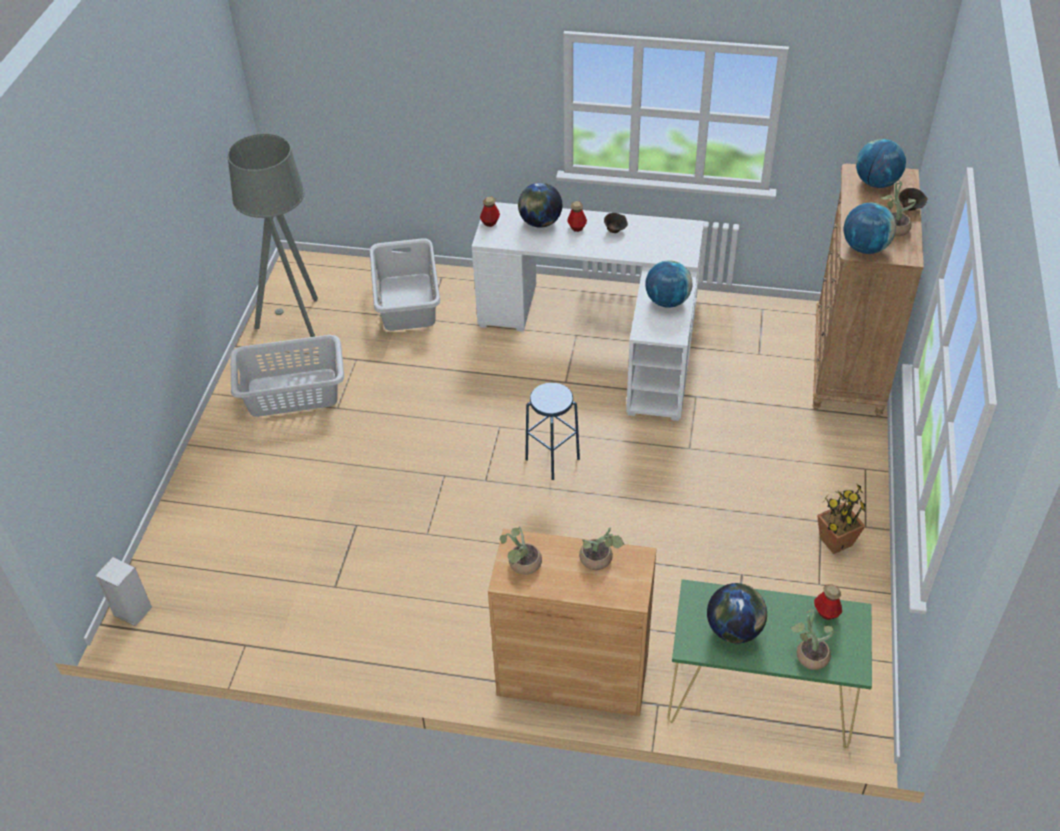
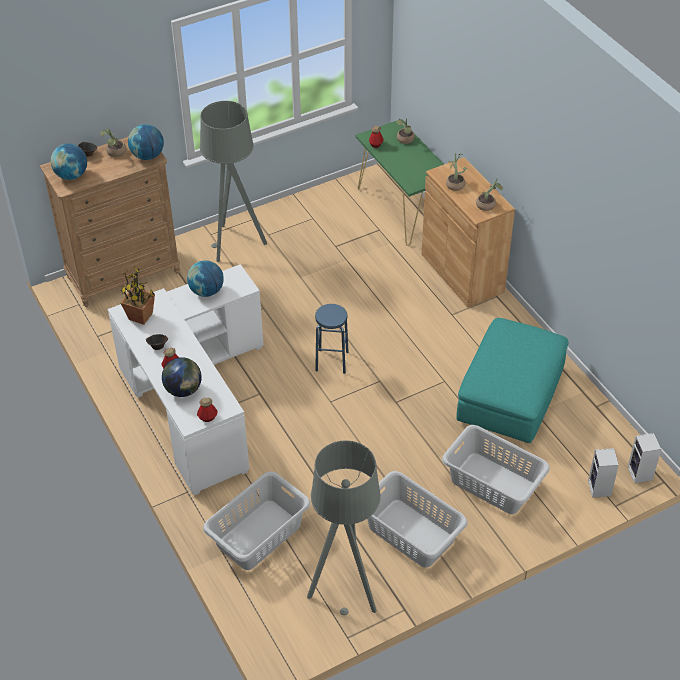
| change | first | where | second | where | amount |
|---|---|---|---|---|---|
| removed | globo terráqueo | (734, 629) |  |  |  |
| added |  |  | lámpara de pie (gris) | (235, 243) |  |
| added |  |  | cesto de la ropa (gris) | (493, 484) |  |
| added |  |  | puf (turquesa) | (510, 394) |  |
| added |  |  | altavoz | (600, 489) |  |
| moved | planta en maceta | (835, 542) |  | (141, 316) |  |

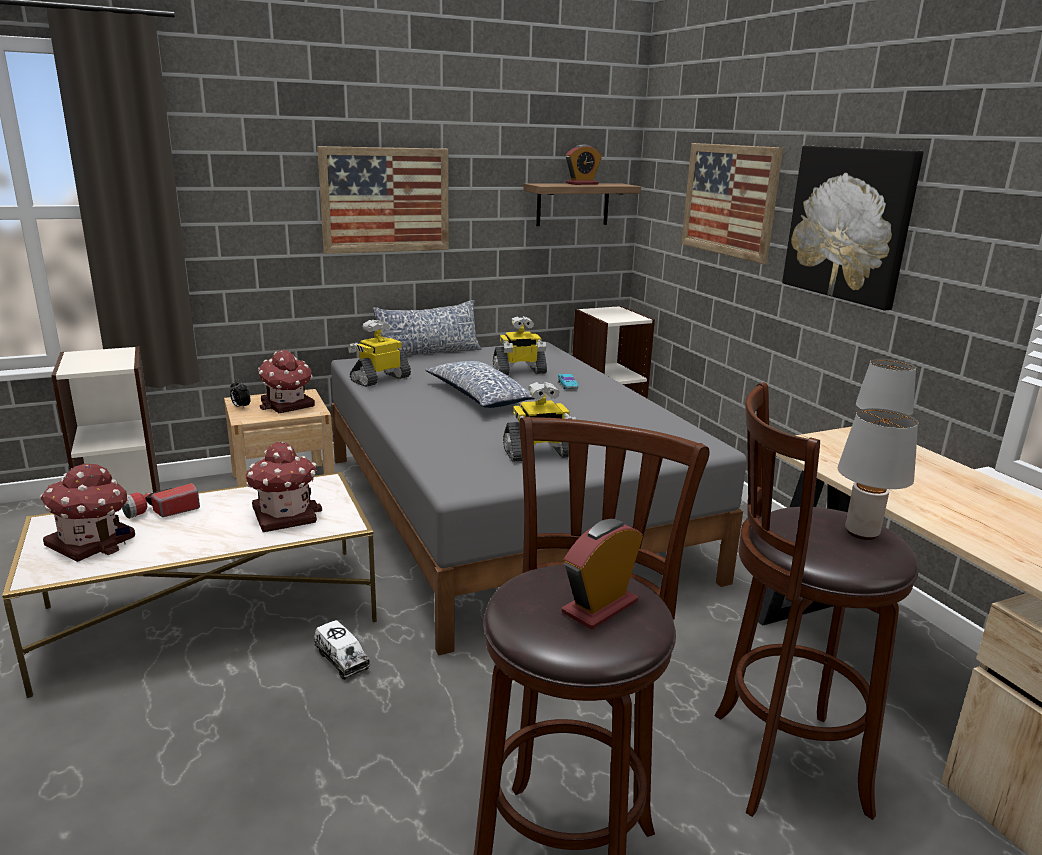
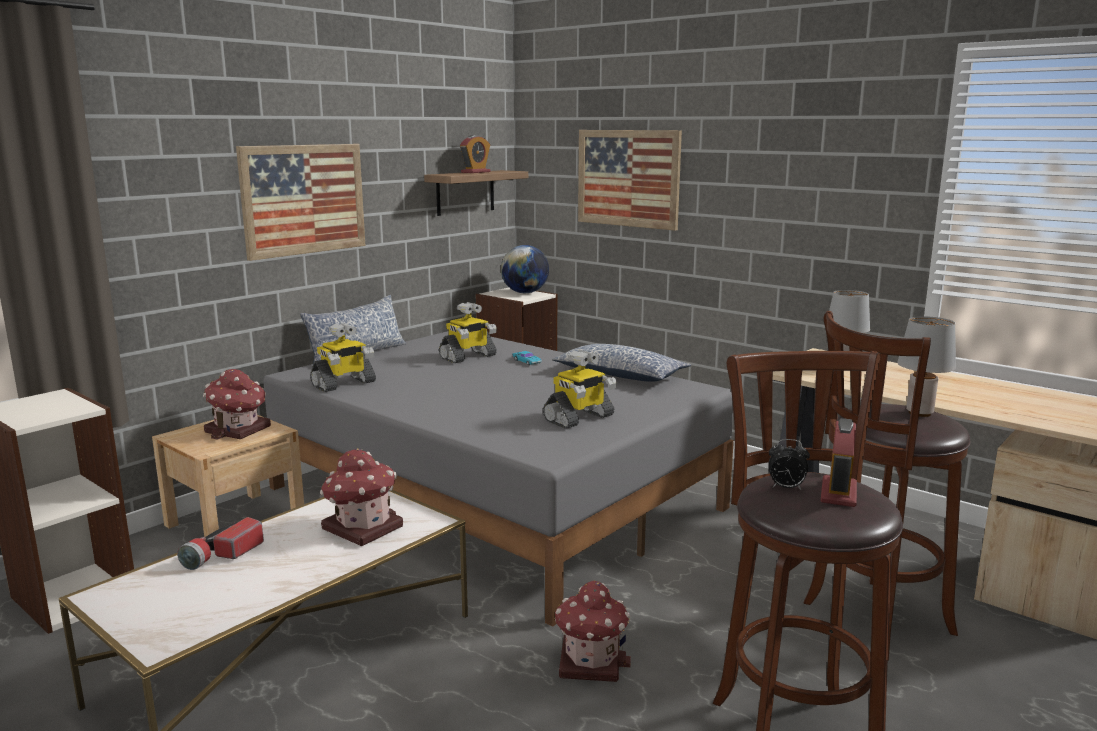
| change | first | where | second | where | amount |
|---|---|---|---|---|---|
| removed | camión de juguete | (342, 659) |  |  |  |
| removed | cuadro | (849, 224) |  |  |  |
| added |  |  | globo terráqueo | (525, 292) |  |
| moved | casita | (93, 541) |  | (590, 660) |  |
| moved | despertador | (240, 407) |  | (786, 488) |  |
| moved | cojín | (479, 397) |  | (619, 376) |  |
| turned | robot de juguete | (380, 379) |  | (344, 384) | 150 degrees counterclockwise |

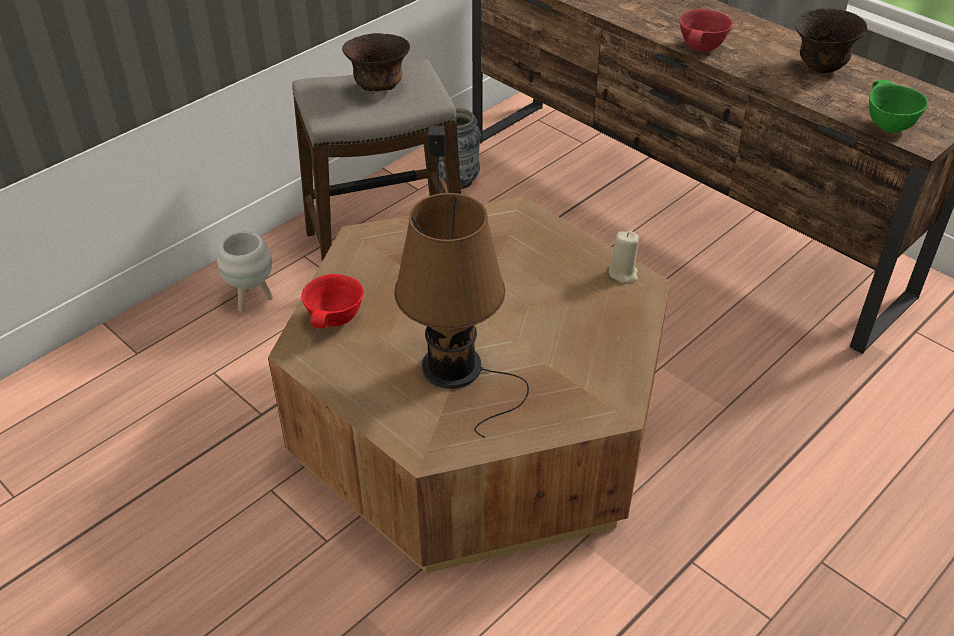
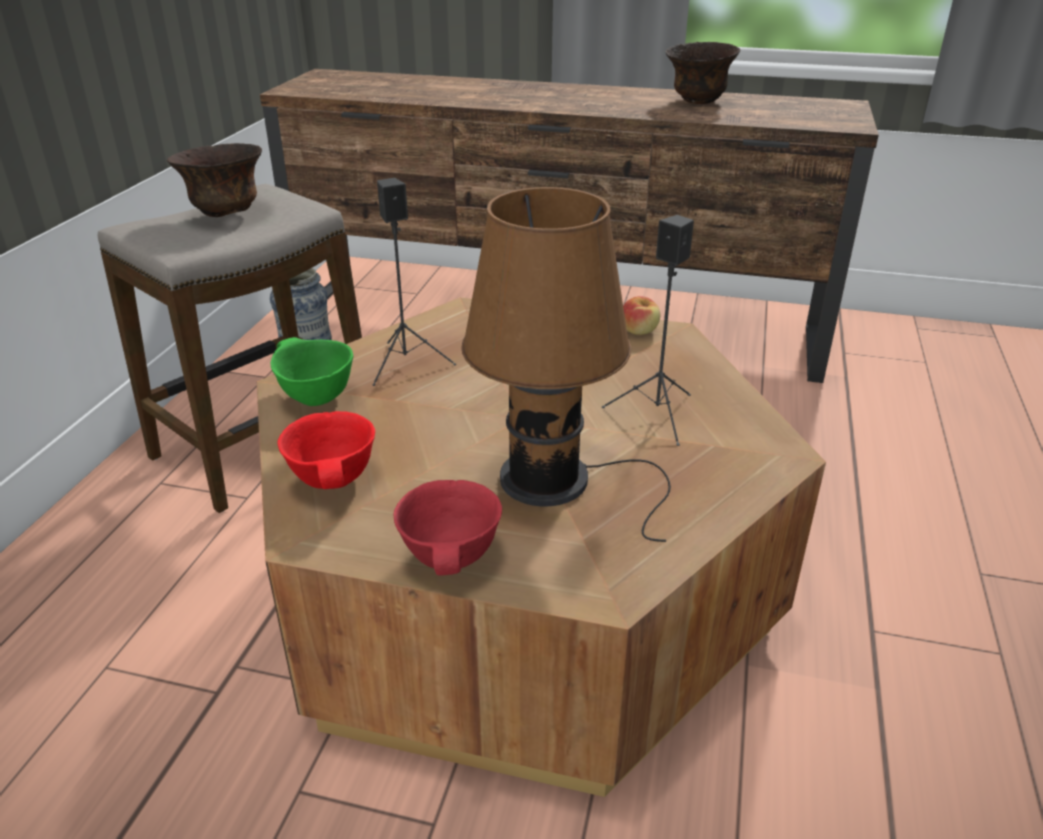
| change | first | where | second | where | amount |
|---|---|---|---|---|---|
| removed | maceta (blanco) | (252, 299) |  |  |  |
| added |  |  | altavoz (negro) | (657, 415) |  |
| moved | cuenco (rojo) | (702, 48) |  | (452, 559) |  |
| moved | cuenco (verde) | (887, 126) |  | (314, 397) |  |
| replaced | vela (beis) | (623, 273) | manzana | (639, 330) |  |

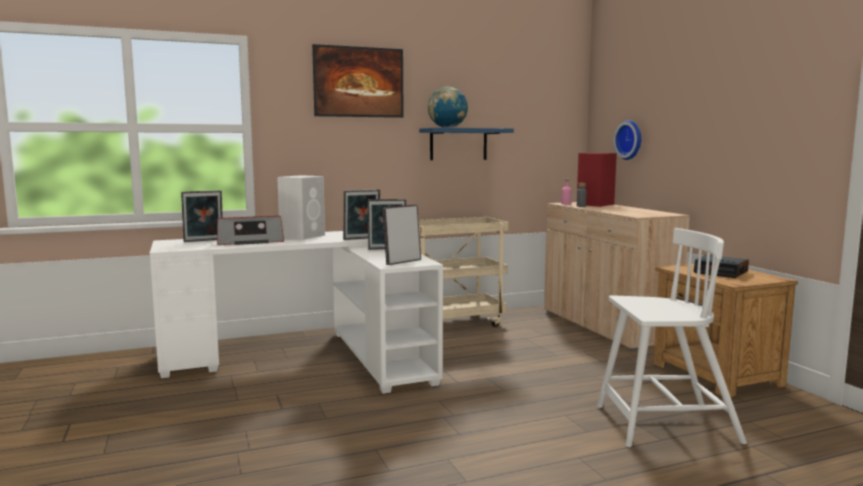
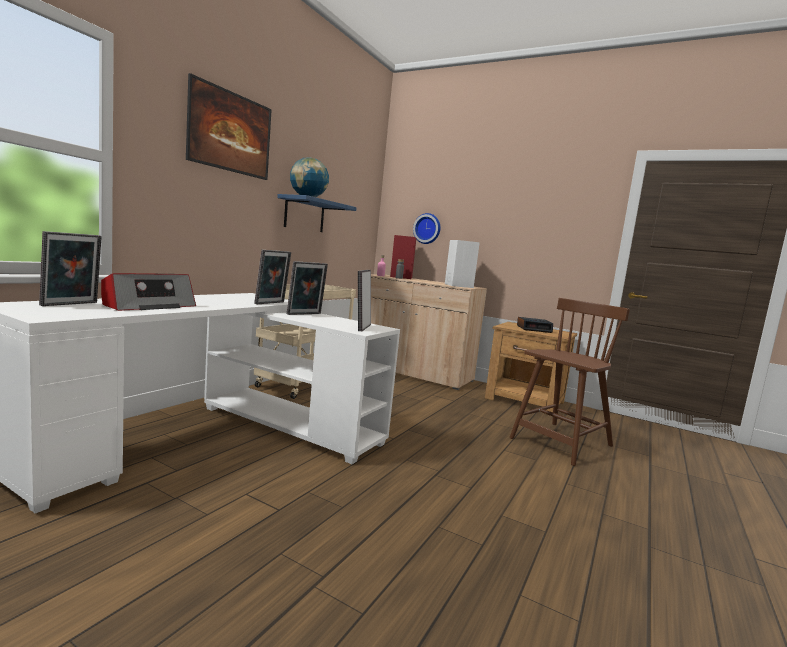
| change | first | where | second | where | amount |
|---|---|---|---|---|---|
| moved | altavoz (blanco) | (303, 236) |  | (458, 285) |  |
| recoloured | silla (blanco) | (664, 425) | silla (marrón) | (561, 443) |  |

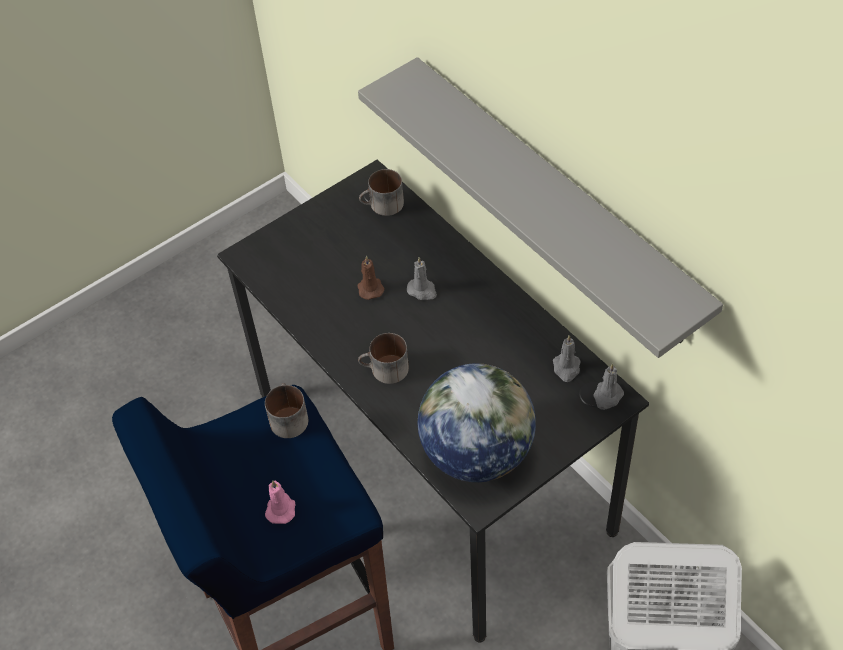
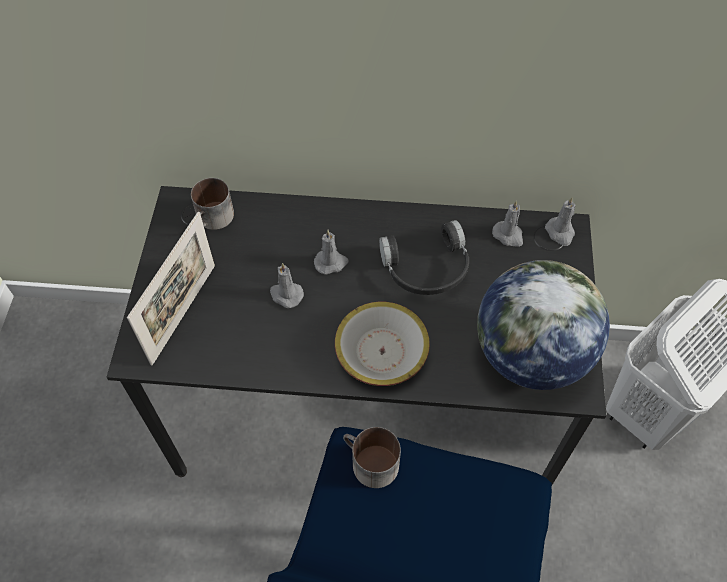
| change | first | where | second | where | amount |
|---|---|---|---|---|---|
| removed | vela (rosa) | (281, 508) |  |  |  |
| removed | estante (gris) | (555, 201) |  |  |  |
| added |  |  | portarretratos | (183, 313) |  |
| added |  |  | auriculares (negro) | (427, 269) |  |
| replaced | taza grande | (385, 370) | cuenco | (382, 352) |  |
| recoloured | vela (marrón) | (370, 288) | vela (gris) | (286, 295) |  |

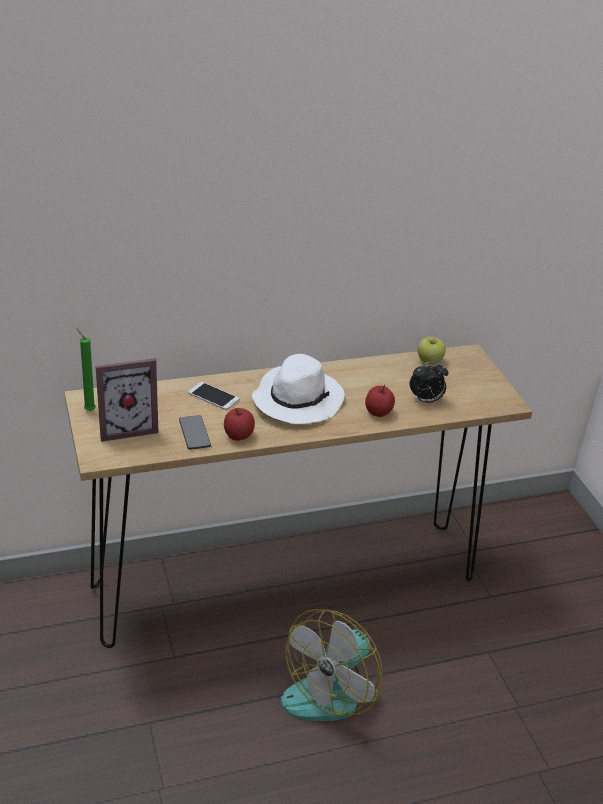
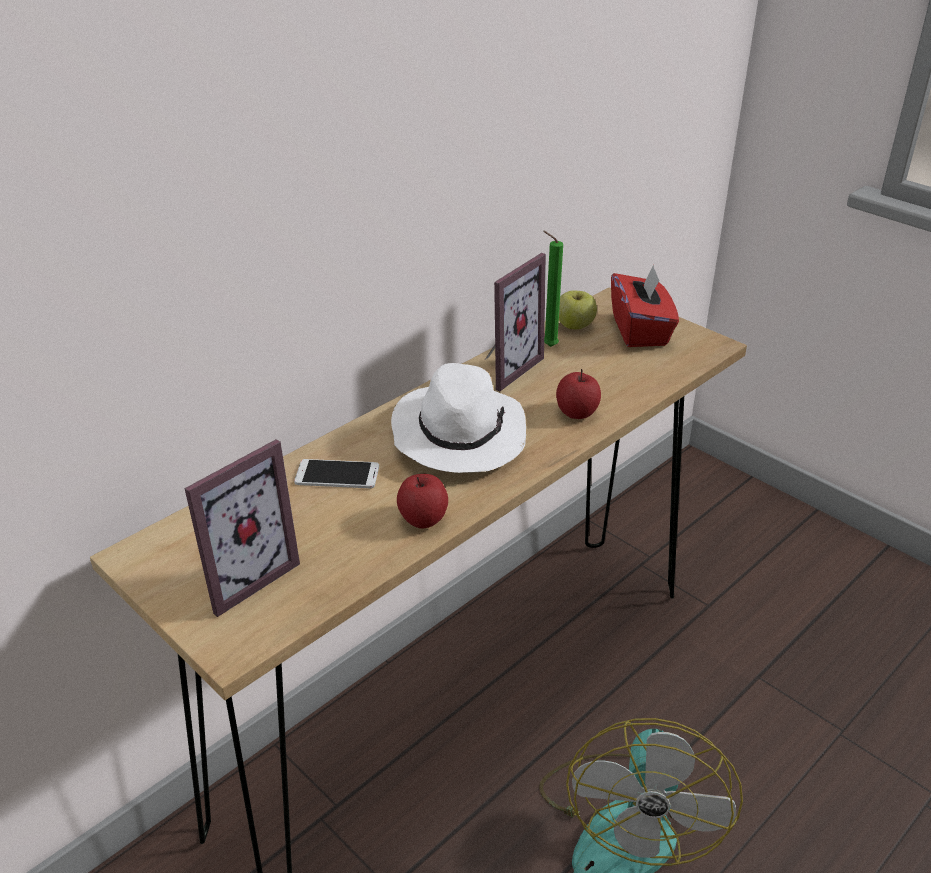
| change | first | where | second | where | amount |
|---|---|---|---|---|---|
| removed | móvil | (194, 433) |  |  |  |
| removed | despertador | (425, 401) |  |  |  |
| added |  |  | portarretratos | (504, 367) |  |
| added |  |  | caja de pañuelos (rojo) | (640, 330) |  |
| moved | vela (verde) | (88, 410) |  | (547, 346) |  |

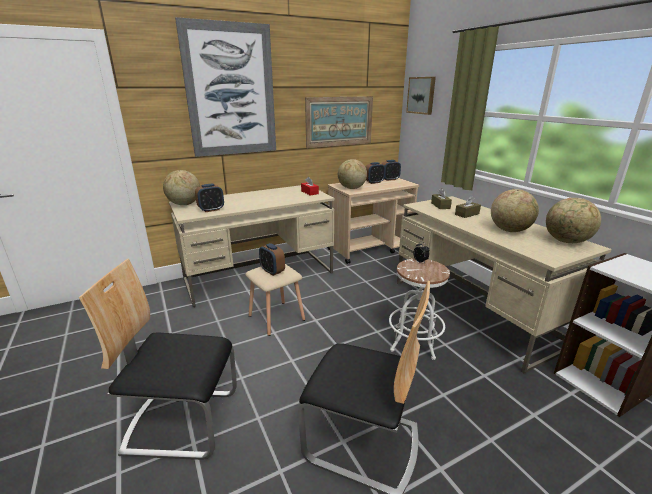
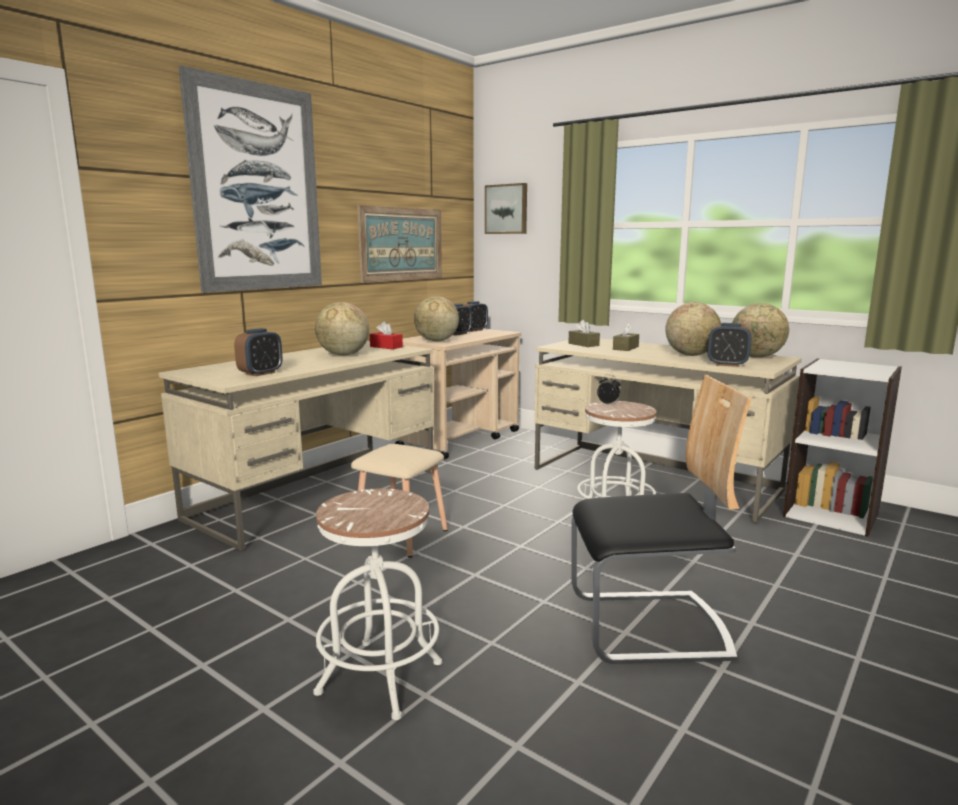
| change | first | where | second | where | amount |
|---|---|---|---|---|---|
| moved | globo terráqueo | (184, 204) |  | (343, 355) |  |
| moved | despertador | (272, 271) |  | (727, 364) |  |
| replaced | silla | (182, 421) | taburete (blanco) | (380, 678) |  |

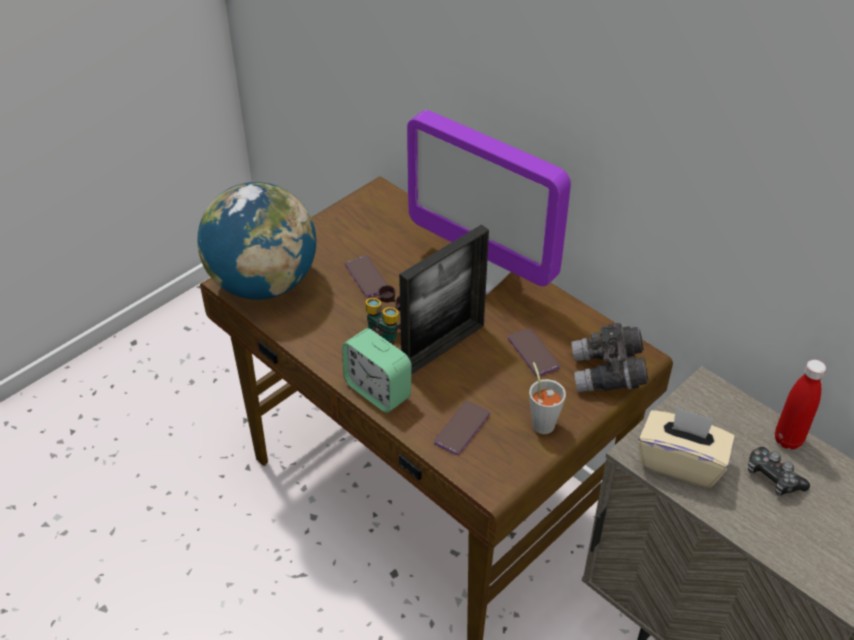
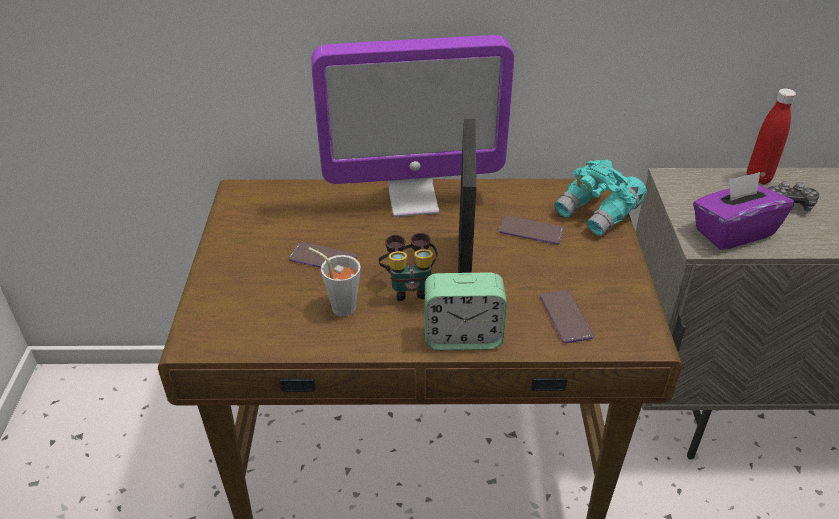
| change | first | where | second | where | amount |
|---|---|---|---|---|---|
| removed | globo terráqueo | (263, 283) |  |  |  |
| moved | taza (gris) | (541, 421) |  | (339, 305) |  |
| recoloured | prismáticos (gris) | (607, 374) | prismáticos (turquesa) | (598, 213) |  |
| recoloured | caja de pañuelos (beis) | (680, 462) | caja de pañuelos (morado) | (732, 232) |  |

